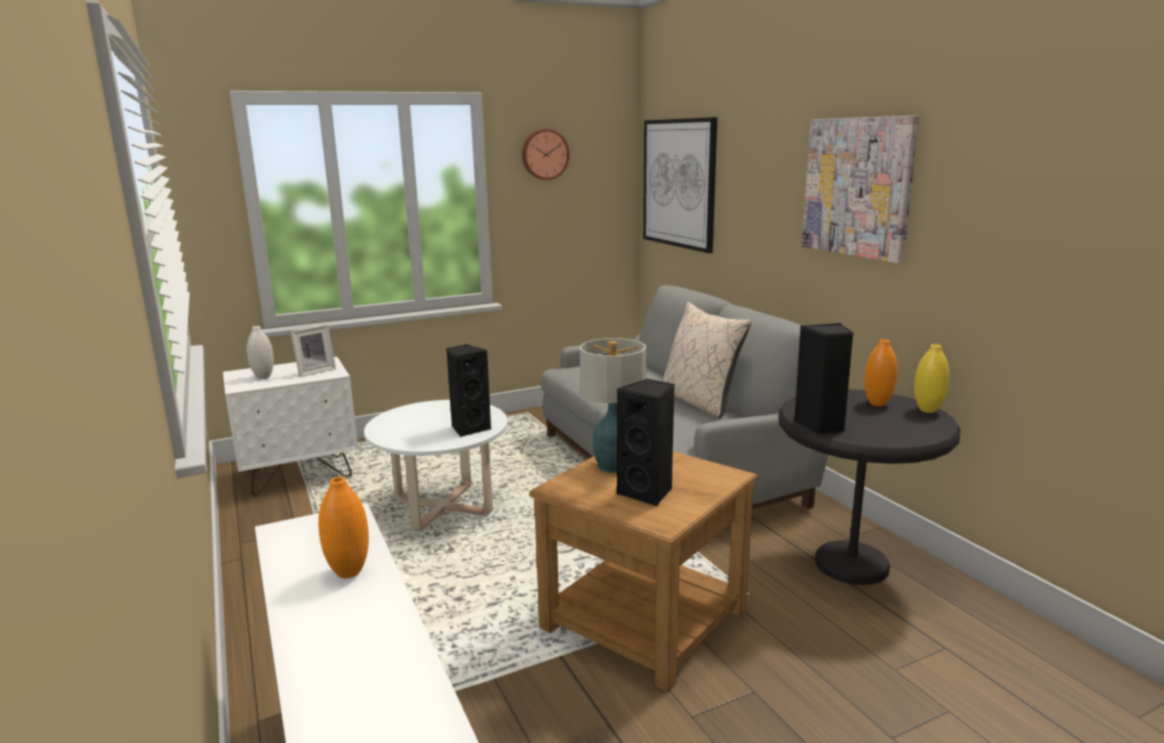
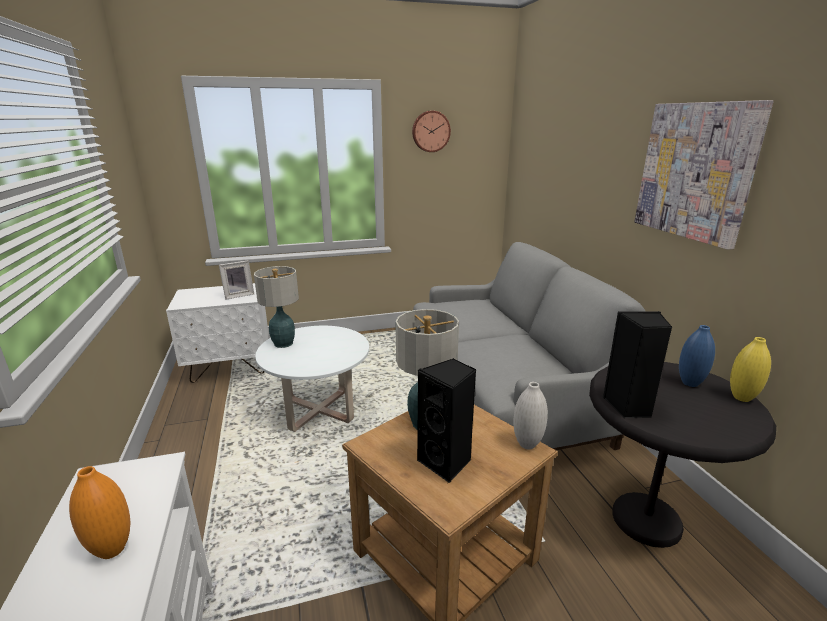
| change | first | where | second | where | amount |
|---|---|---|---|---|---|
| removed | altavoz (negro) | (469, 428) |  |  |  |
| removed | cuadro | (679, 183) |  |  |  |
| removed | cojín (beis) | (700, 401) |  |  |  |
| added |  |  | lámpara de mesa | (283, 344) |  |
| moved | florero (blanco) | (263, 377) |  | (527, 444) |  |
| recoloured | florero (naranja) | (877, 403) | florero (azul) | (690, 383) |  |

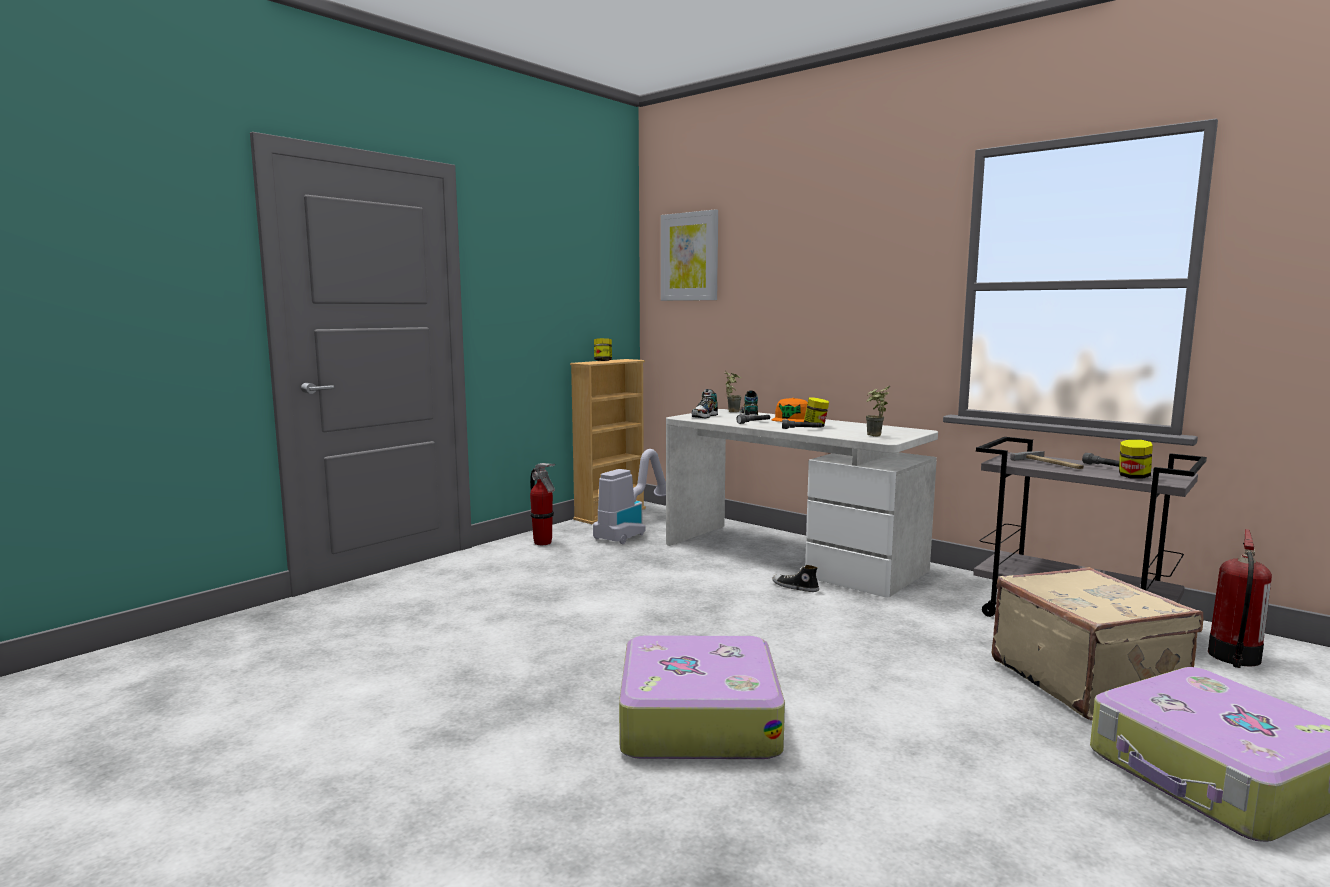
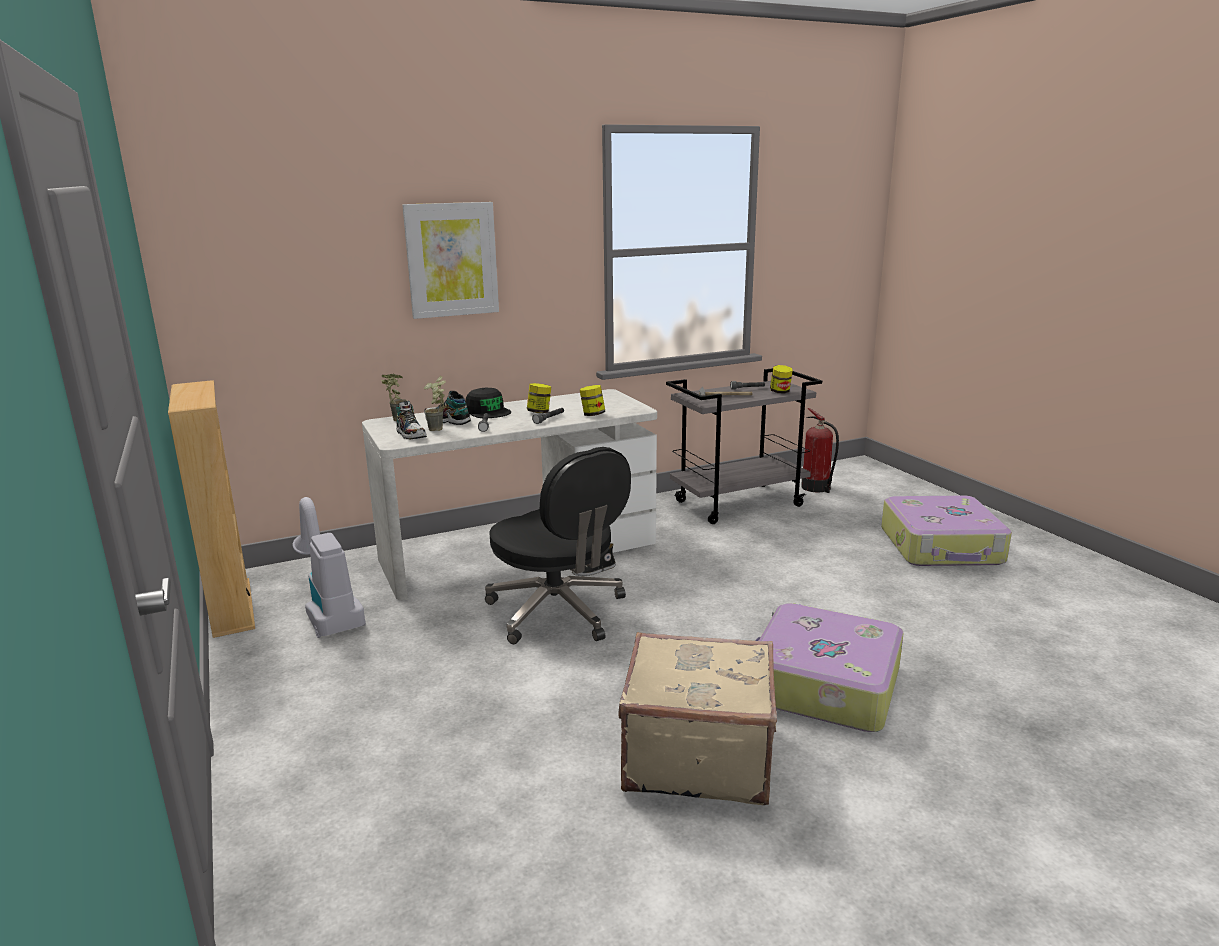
| change | first | where | second | where | amount |
|---|---|---|---|---|---|
| removed | extintor | (543, 543) |  |  |  |
| added |  |  | silla de oficina (negro) | (558, 612) |  |
| moved | tarro | (603, 361) |  | (592, 415) |  |
| moved | cuadro | (689, 256) |  | (451, 260) |  |
| moved | planta en maceta | (874, 436) |  | (439, 430) |  |
| moved | maleta (beis) | (1086, 681) |  | (696, 755) |  |
| recoloured | gorra (naranja) | (791, 419) | gorra (negro) | (488, 411) |  |

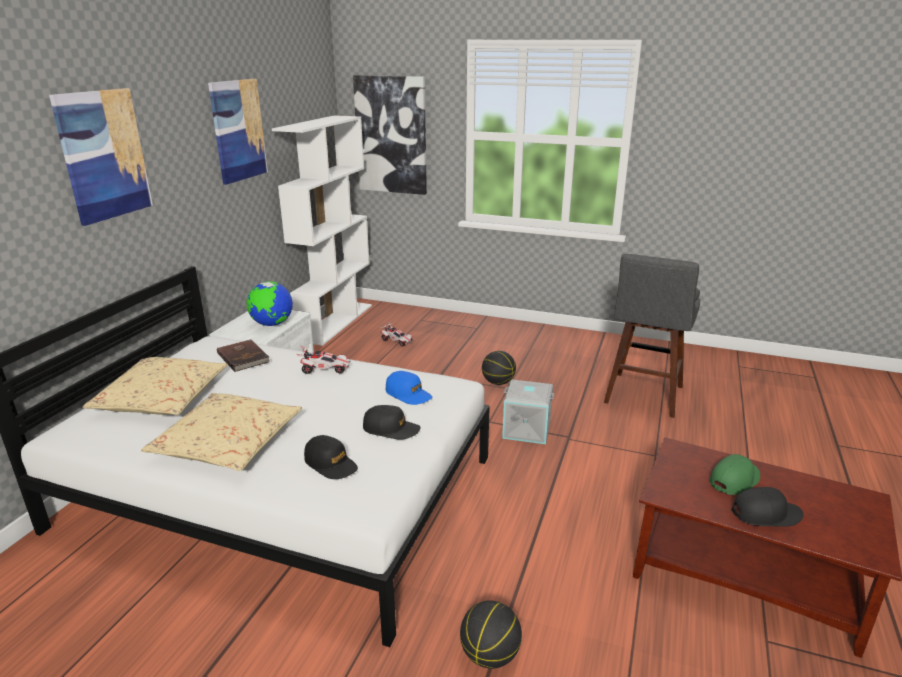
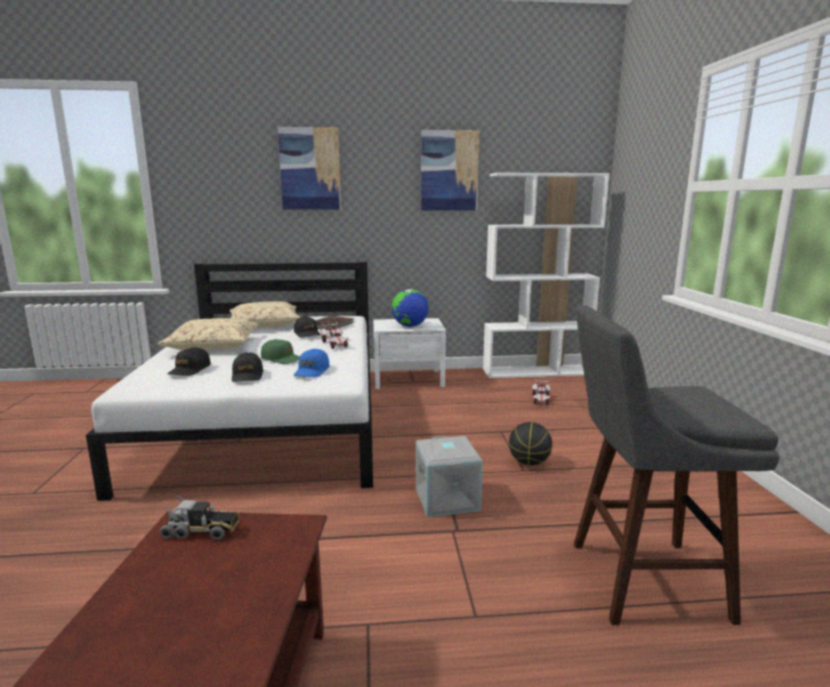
| change | first | where | second | where | amount |
|---|---|---|---|---|---|
| removed | cuadro | (391, 135) |  |  |  |
| removed | balón de baloncesto | (489, 655) |  |  |  |
| added |  |  | camión de juguete | (202, 530) |  |
| moved | gorra (verde) | (734, 480) |  | (282, 359) |  |
| moved | gorra (negro) | (766, 514) |  | (307, 333) |  |

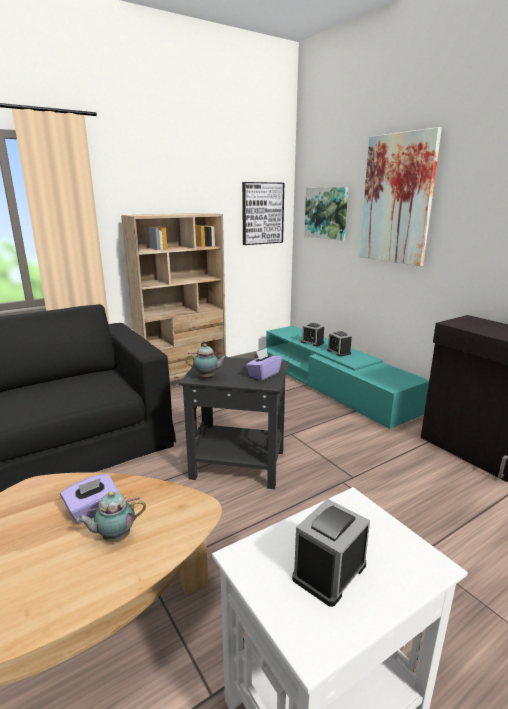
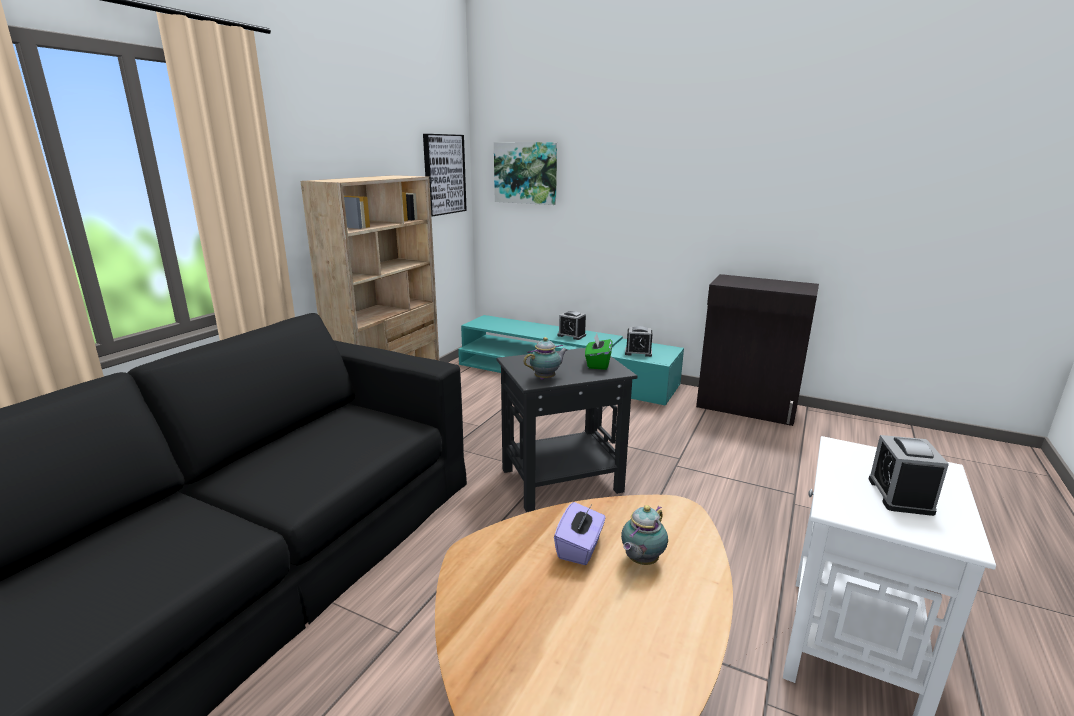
| change | first | where | second | where | amount |
|---|---|---|---|---|---|
| removed | cuadro | (397, 199) |  |  |  |
| moved | despertador | (312, 342) |  | (638, 352) |  |
| recoloured | caja de pañuelos (morado) | (263, 374) | caja de pañuelos (verde) | (598, 364) |  |

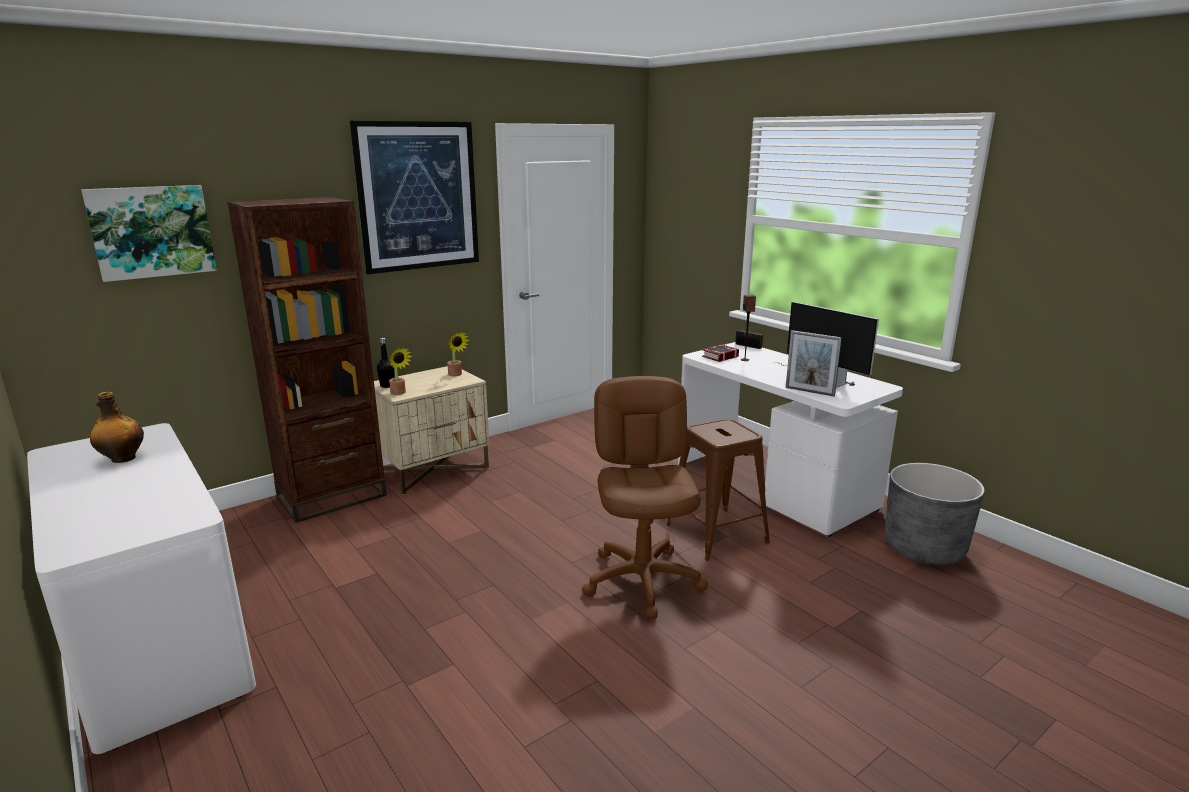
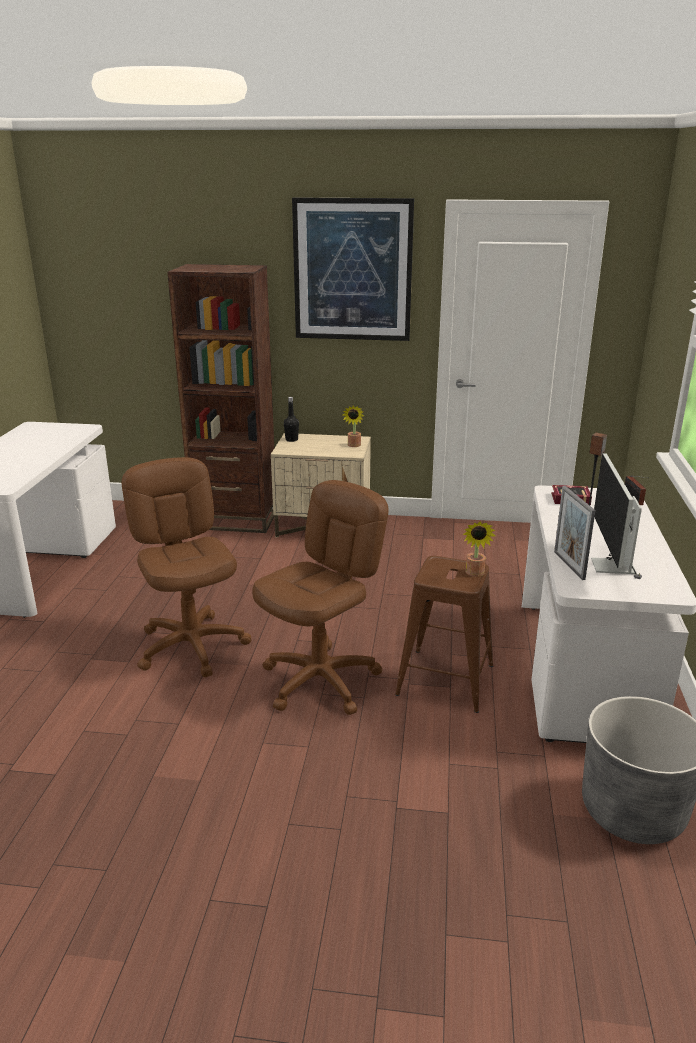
| change | first | where | second | where | amount |
|---|---|---|---|---|---|
| removed | cuadro | (152, 231) |  |  |  |
| removed | botella | (122, 459) |  |  |  |
| added |  |  | silla de oficina (marrón) | (192, 646) |  |
| moved | planta en maceta | (399, 393) |  | (475, 574) |  |

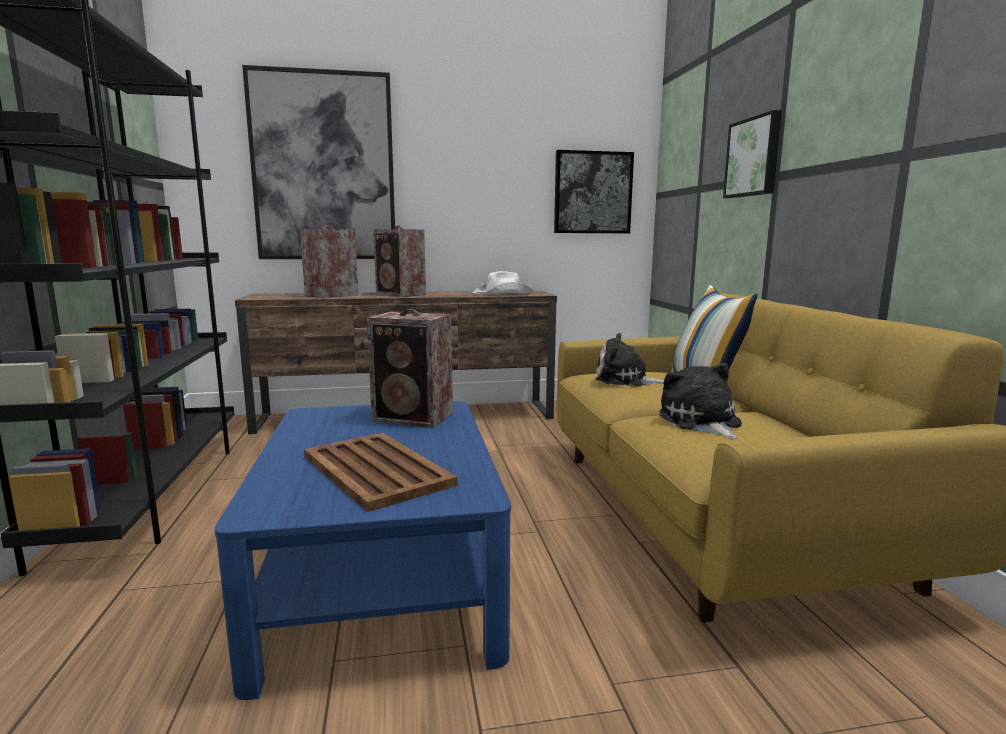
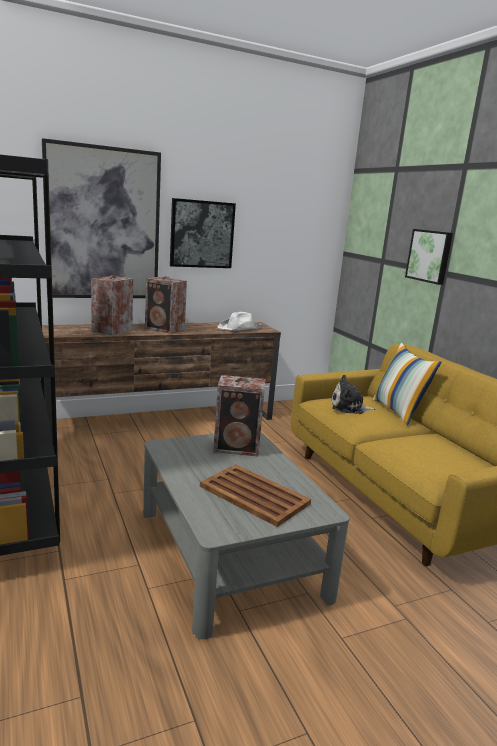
| change | first | where | second | where | amount |
|---|---|---|---|---|---|
| removed | peluche | (701, 422) |  |  |  |
| moved | cuadro | (592, 193) |  | (202, 234) |  |
| recoloured | mesa de centro (azul) | (382, 574) | mesa de centro (gris) | (230, 552) |  |

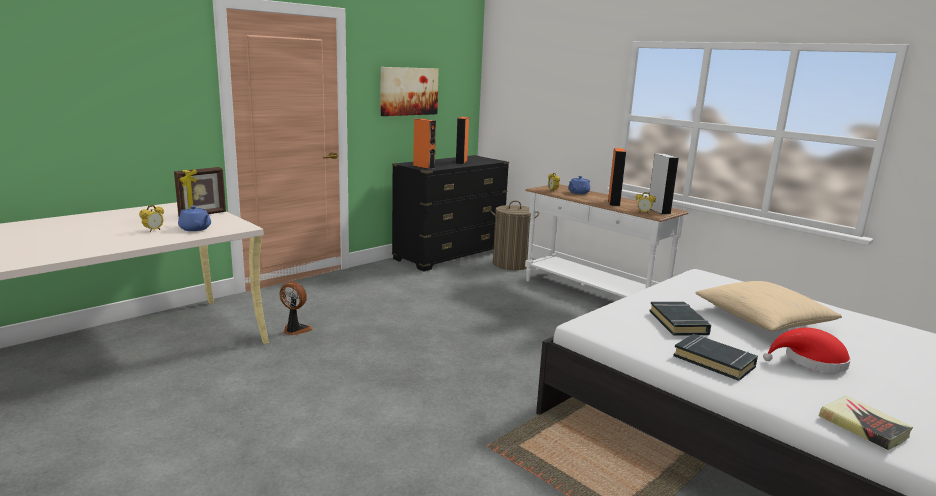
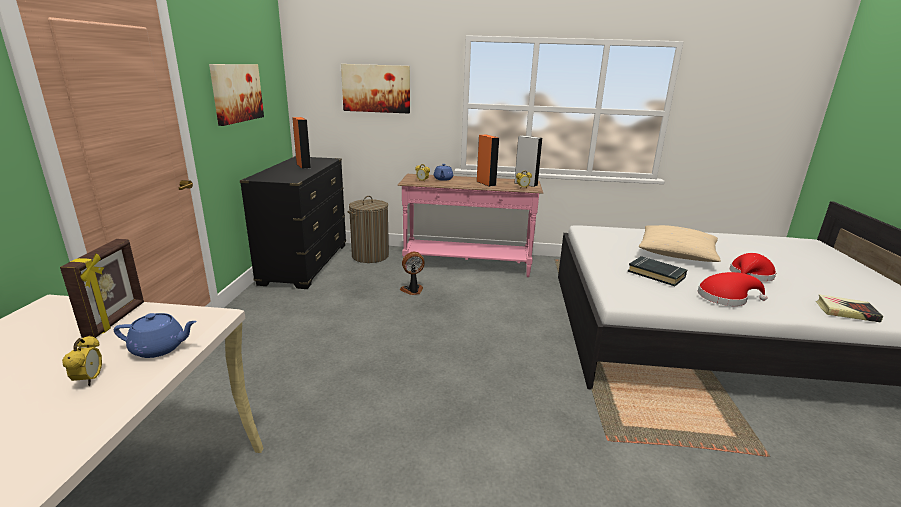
| change | first | where | second | where | amount |
|---|---|---|---|---|---|
| removed | altavoz (naranja) | (424, 167) |  |  |  |
| added |  |  | cuadro | (376, 88) |  |
| moved | ventilador | (295, 330) |  | (412, 290) |  |
| replaced | libro (negro) | (714, 361) | sombrero (rojo) | (725, 297) |  |
| recoloured | mesa consola (blanco) | (591, 296) | mesa consola (rosa) | (467, 266) |  |

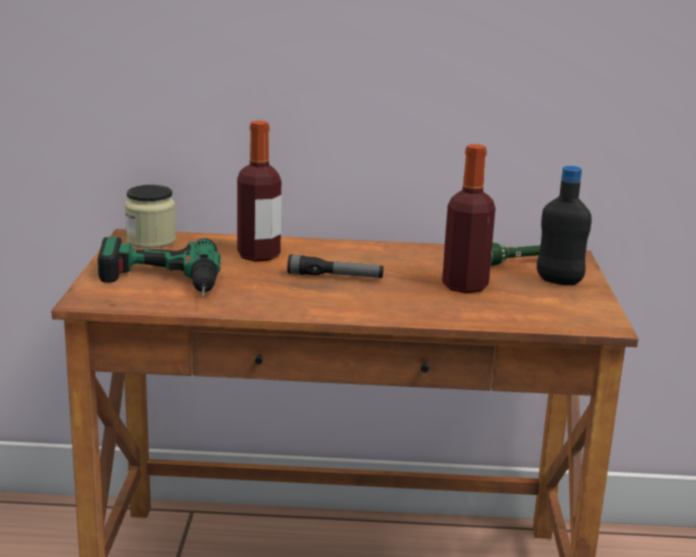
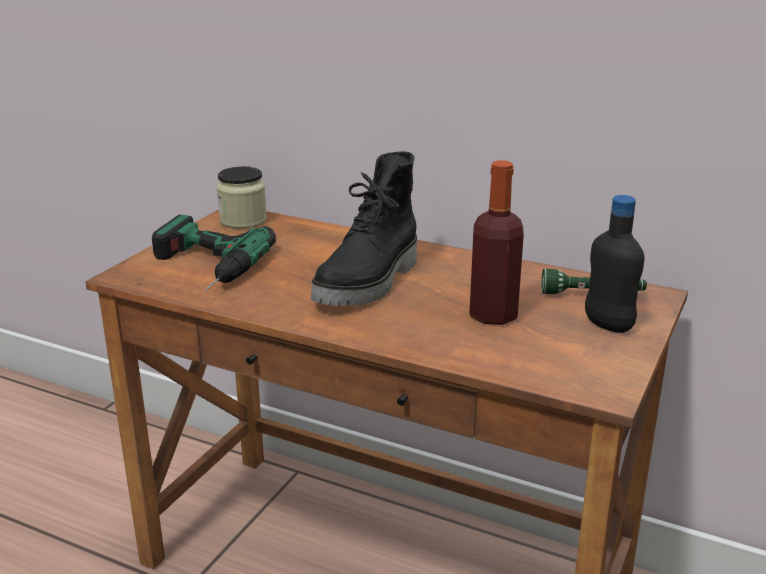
| change | first | where | second | where | amount |
|---|---|---|---|---|---|
| removed | botella | (258, 255) |  |  |  |
| replaced | linterna | (335, 277) | bota (negro) | (370, 283) |  |

